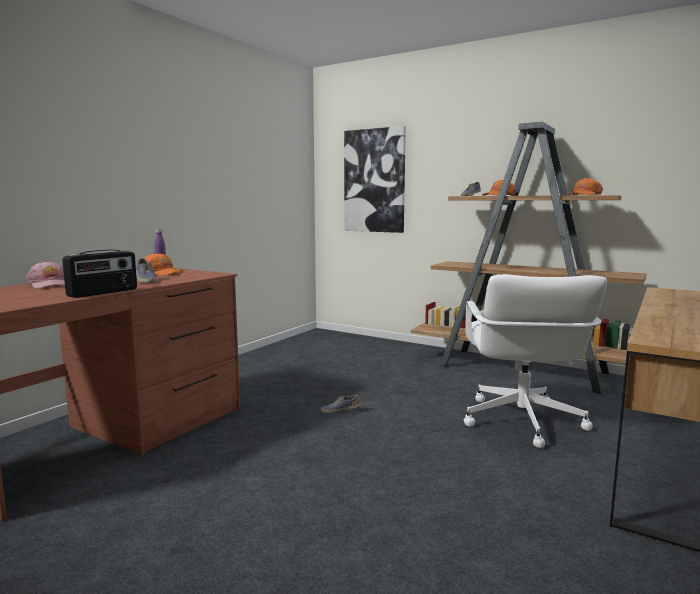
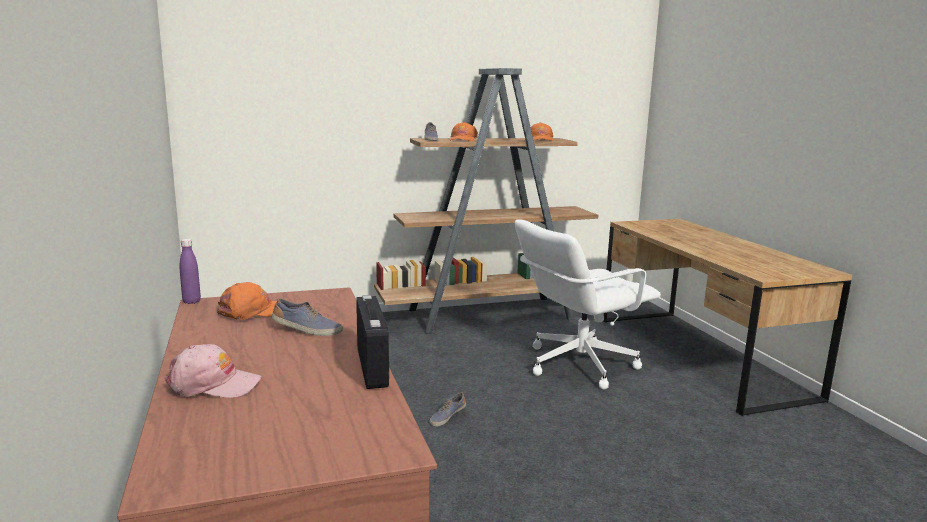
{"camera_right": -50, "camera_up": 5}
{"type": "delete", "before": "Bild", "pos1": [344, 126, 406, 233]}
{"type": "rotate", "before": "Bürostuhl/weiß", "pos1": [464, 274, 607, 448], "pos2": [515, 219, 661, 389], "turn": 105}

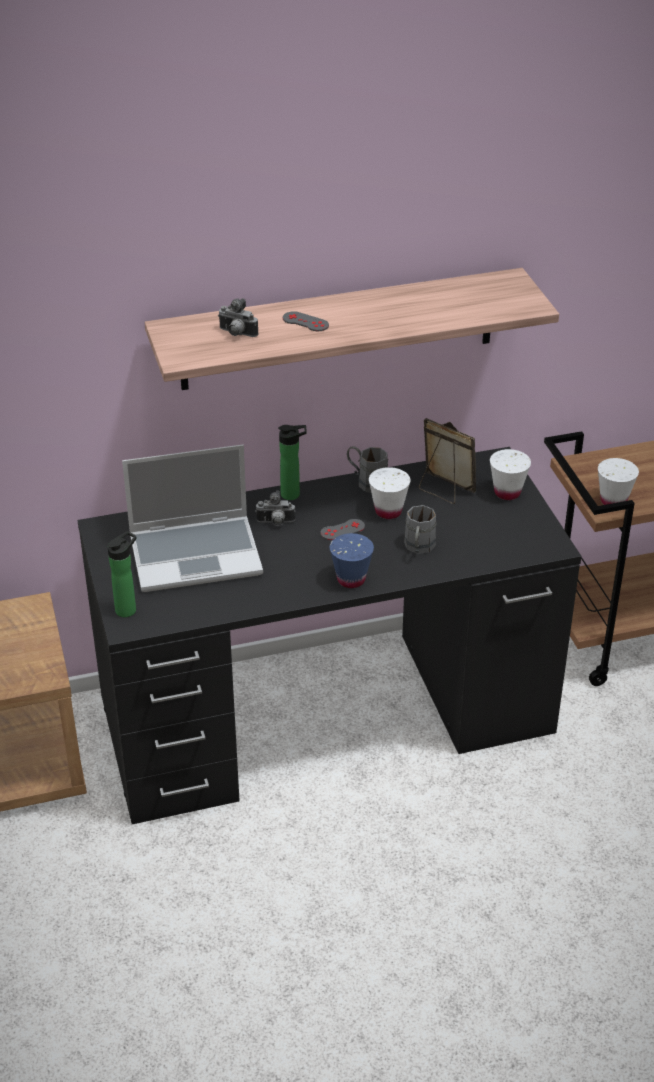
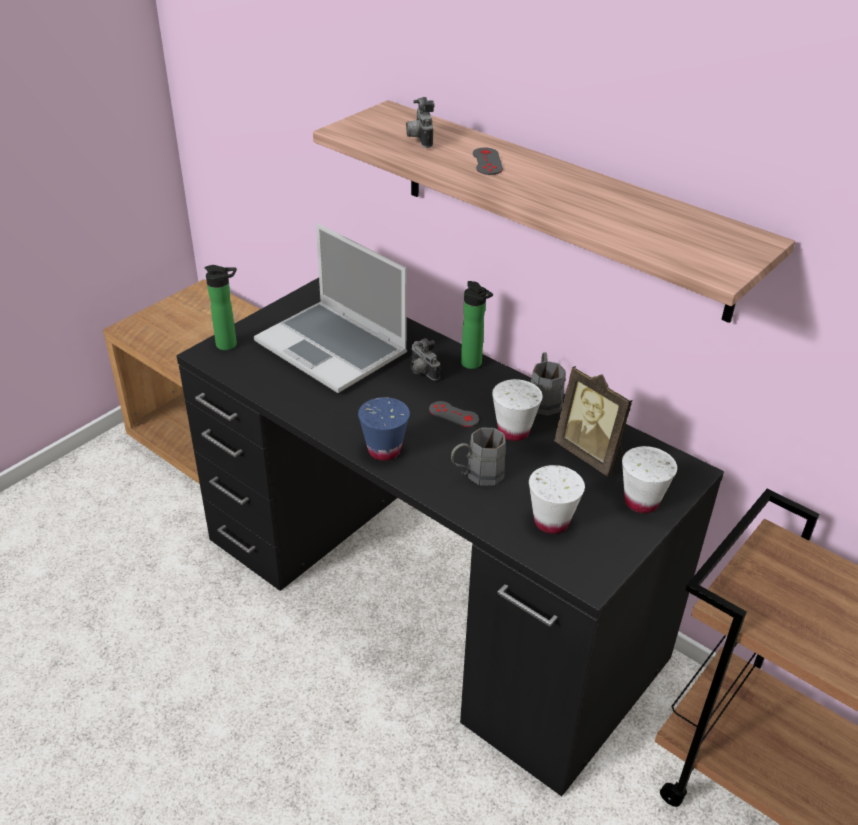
{"camera_right": 55, "camera_up": 0}
{"type": "move", "before": "Tasse/weiß", "pos1": [598, 458, 639, 505], "pos2": [529, 465, 585, 534]}
{"type": "rotate", "before": "Bilderrahmen", "pos1": [419, 418, 476, 504], "pos2": [554, 366, 632, 476], "turn": 135}

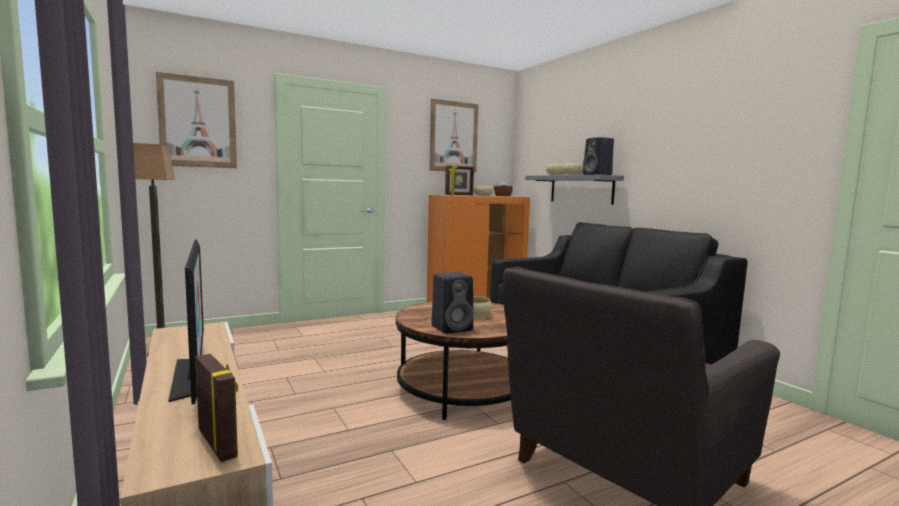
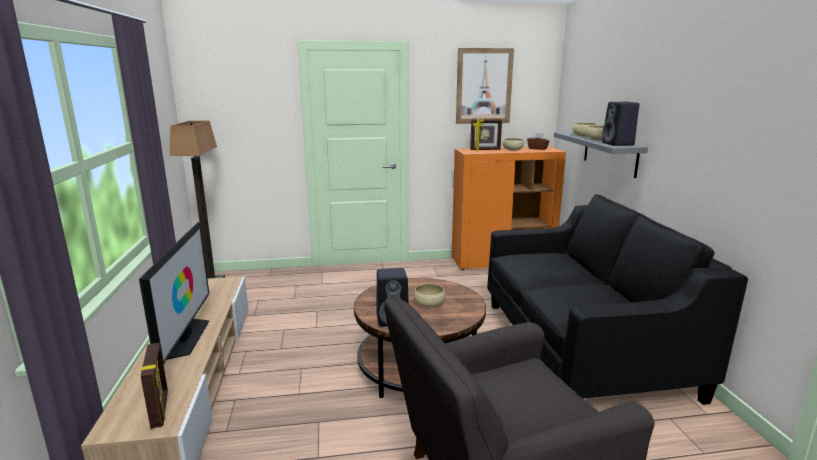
{"camera_right": 20, "camera_up": 10}
{"type": "delete", "before": "Bild", "pos1": [156, 72, 237, 168]}

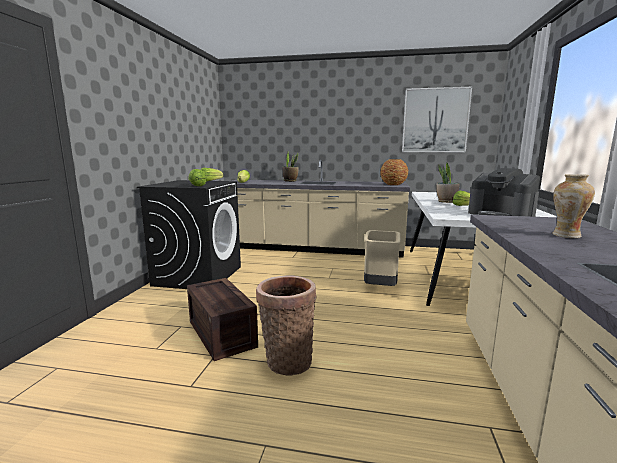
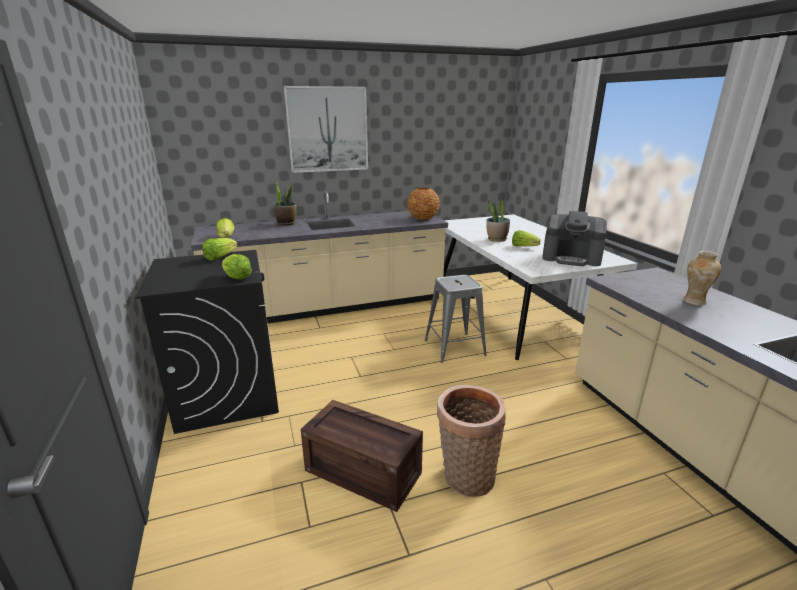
{"camera_right": -30, "camera_up": 10}
{"type": "move", "before": "Bild", "pos1": [402, 87, 472, 152], "pos2": [284, 86, 368, 173]}
{"type": "replace", "before": "Mülleimer/beige", "after": "Hocker/grau", "pos1": [364, 230, 401, 286], "pos2": [425, 275, 487, 363]}

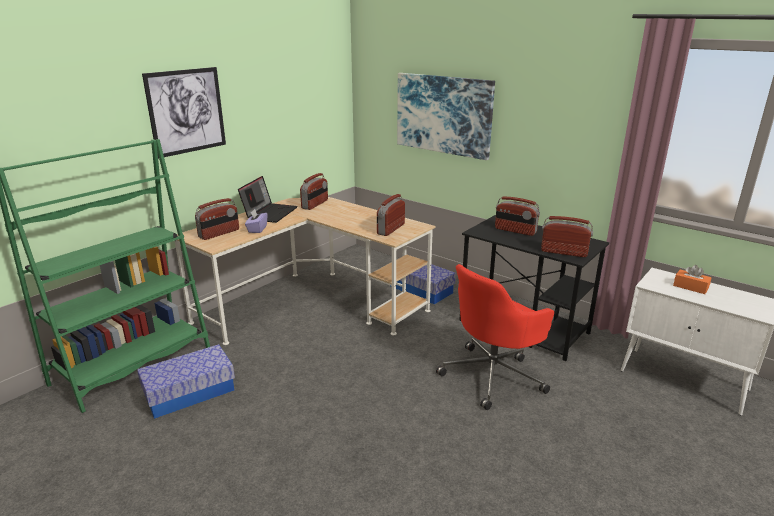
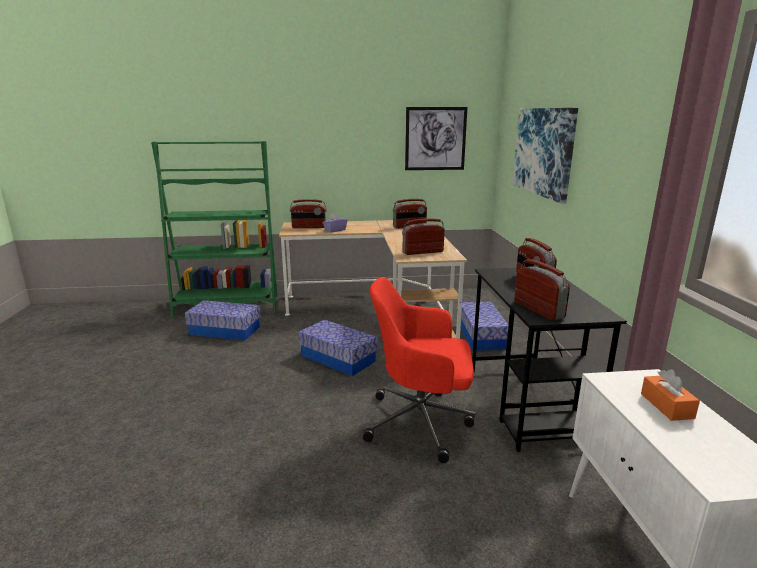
{"camera_right": 45, "camera_up": -5}
{"type": "delete", "before": "Laptop", "pos1": [238, 176, 298, 223]}
{"type": "insert", "after": "Aufbewahrungsbox", "pos2": [298, 320, 378, 376]}
{"type": "move", "before": "Bild", "pos1": [142, 67, 226, 159], "pos2": [405, 107, 467, 170]}

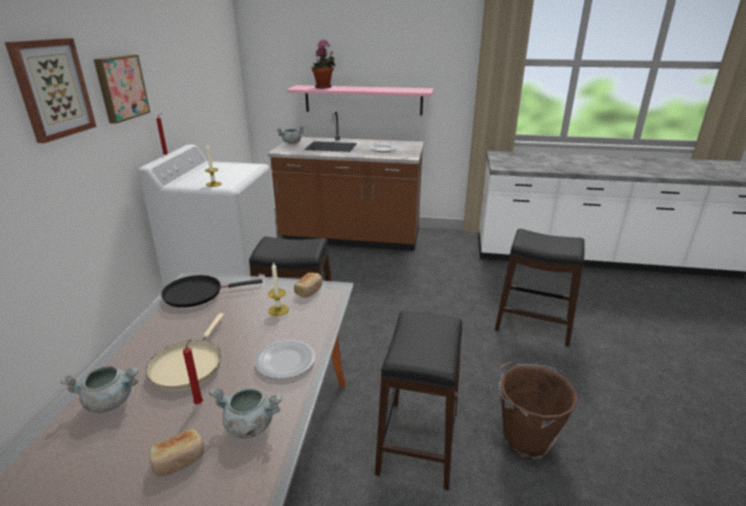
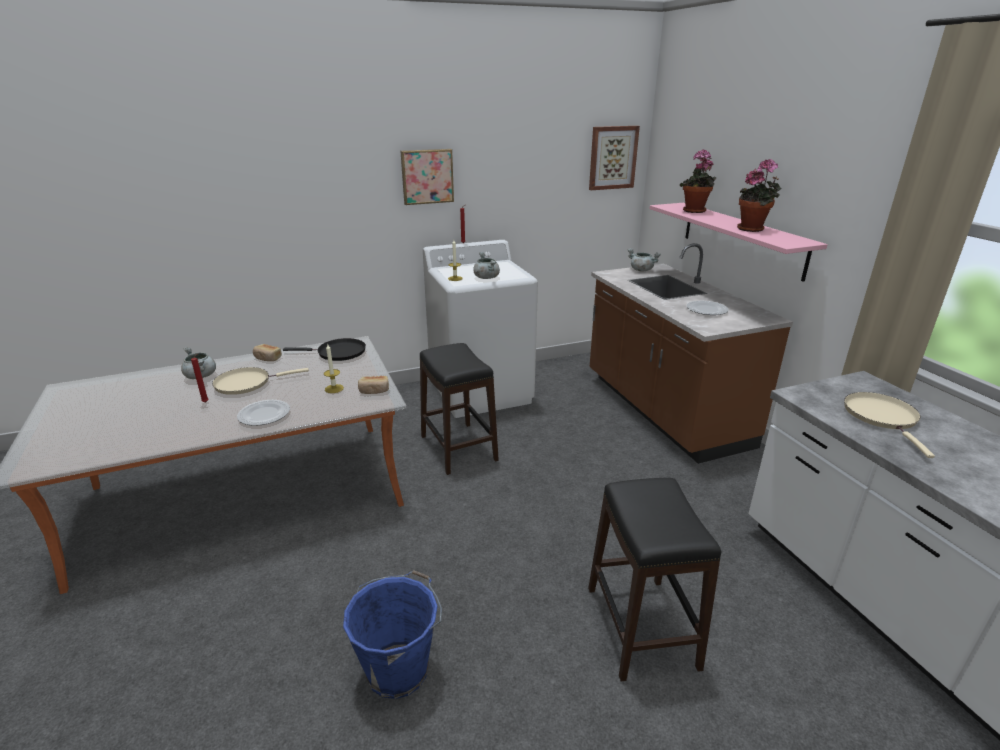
{"camera_right": 60, "camera_up": 0}
{"type": "delete", "before": "Hocker/schwarz", "pos1": [375, 311, 462, 490]}
{"type": "insert", "after": "Topfpflanze", "pos2": [737, 159, 782, 232]}
{"type": "insert", "after": "Pfanne/beige", "pos2": [844, 392, 935, 458]}
{"type": "move", "before": "Bild", "pos1": [5, 38, 97, 143], "pos2": [589, 126, 640, 190]}
{"type": "move", "before": "Brot", "pos1": [149, 429, 204, 476], "pos2": [253, 344, 282, 361]}
{"type": "move", "before": "Kochtopf/grau", "pos1": [209, 388, 282, 439], "pos2": [473, 252, 500, 279]}
{"type": "recolor", "before": "Eimer/braun", "after": "Eimer/blau", "pos1": [499, 362, 578, 460], "pos2": [343, 570, 442, 699]}
{"type": "rotate", "before": "Pfanne/schwarz", "pos1": [161, 275, 263, 308], "pos2": [283, 338, 366, 361], "turn": 135}

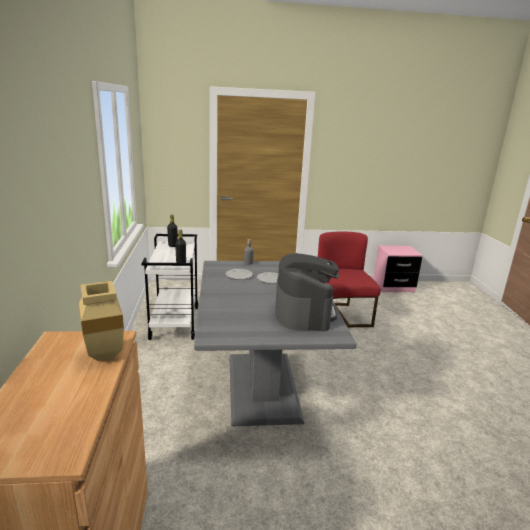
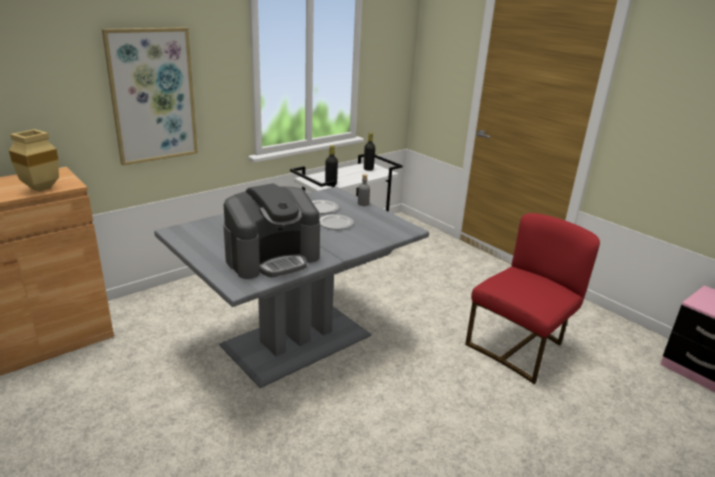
{"camera_right": 55, "camera_up": 5}
{"type": "insert", "after": "Bild", "pos2": [102, 27, 198, 166]}

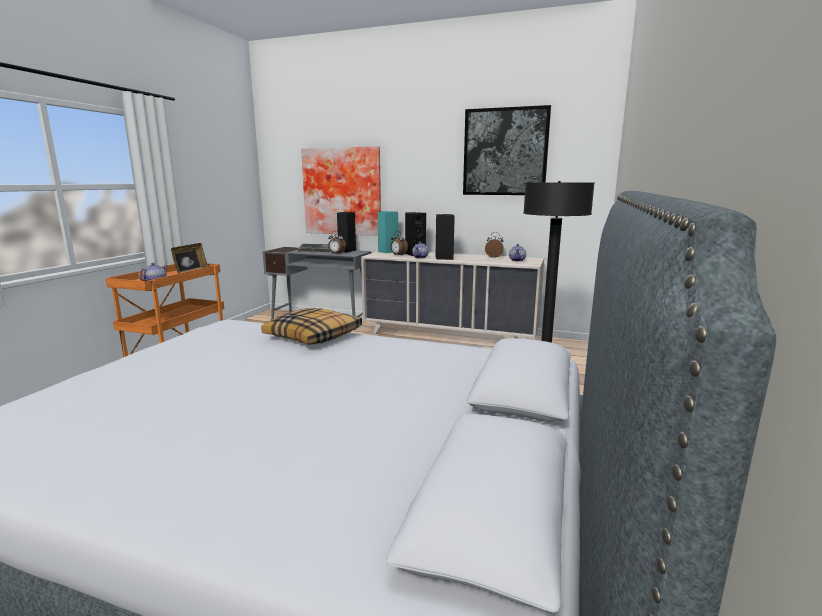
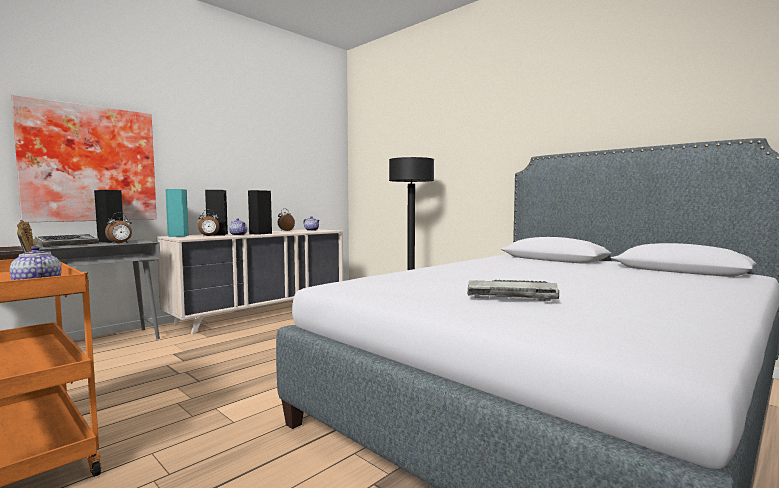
{"camera_right": -65, "camera_up": -10}
{"type": "delete", "before": "Kissen", "pos1": [261, 308, 362, 345]}
{"type": "delete", "before": "Bild", "pos1": [463, 105, 551, 195]}
{"type": "insert", "after": "Tastatur", "pos2": [468, 280, 559, 301]}

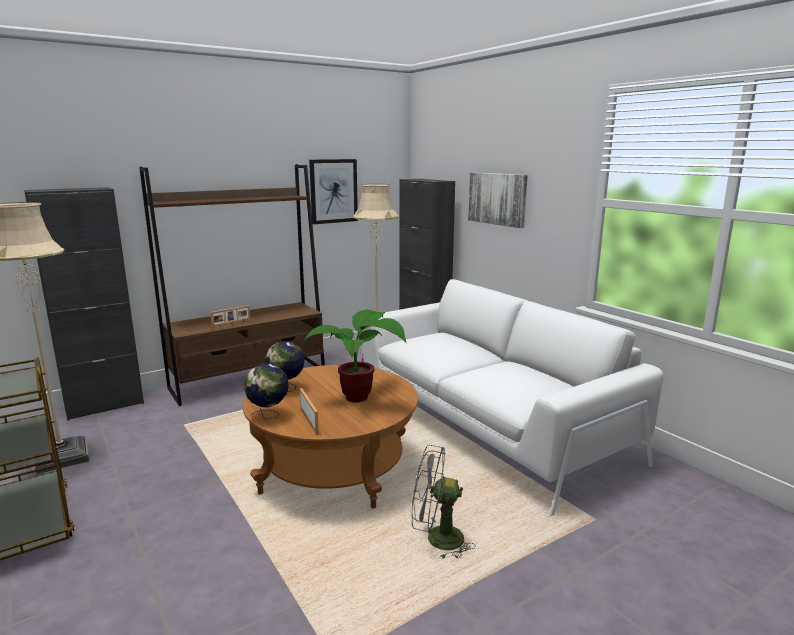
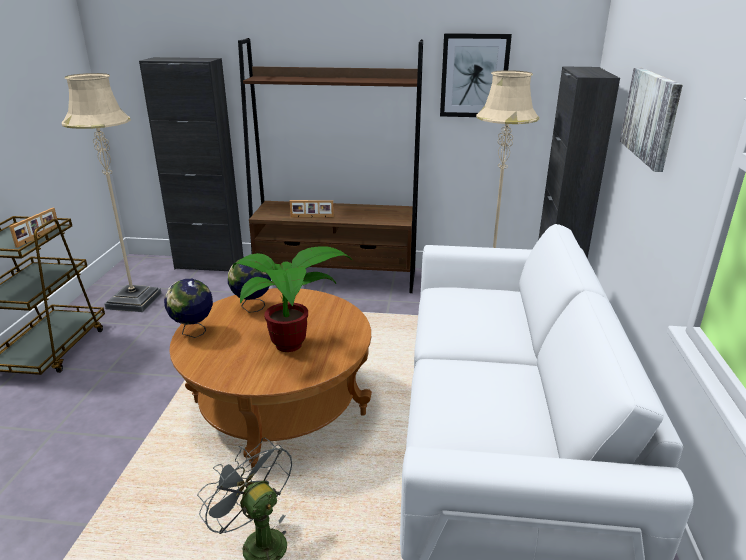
{"camera_right": 40, "camera_up": 10}
{"type": "move", "before": "Bilderrahmen", "pos1": [300, 388, 319, 435], "pos2": [9, 208, 58, 248]}

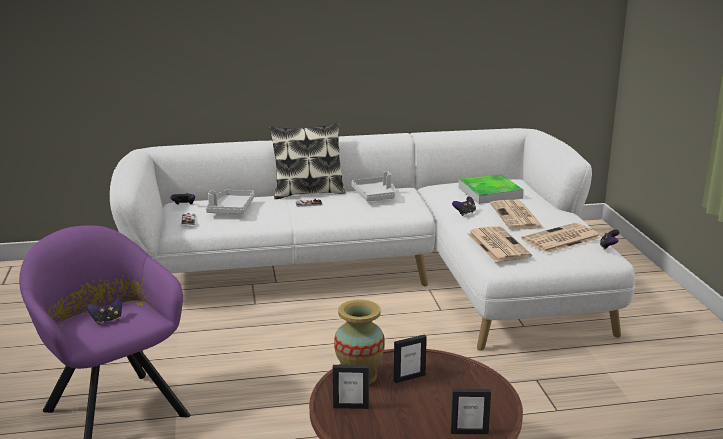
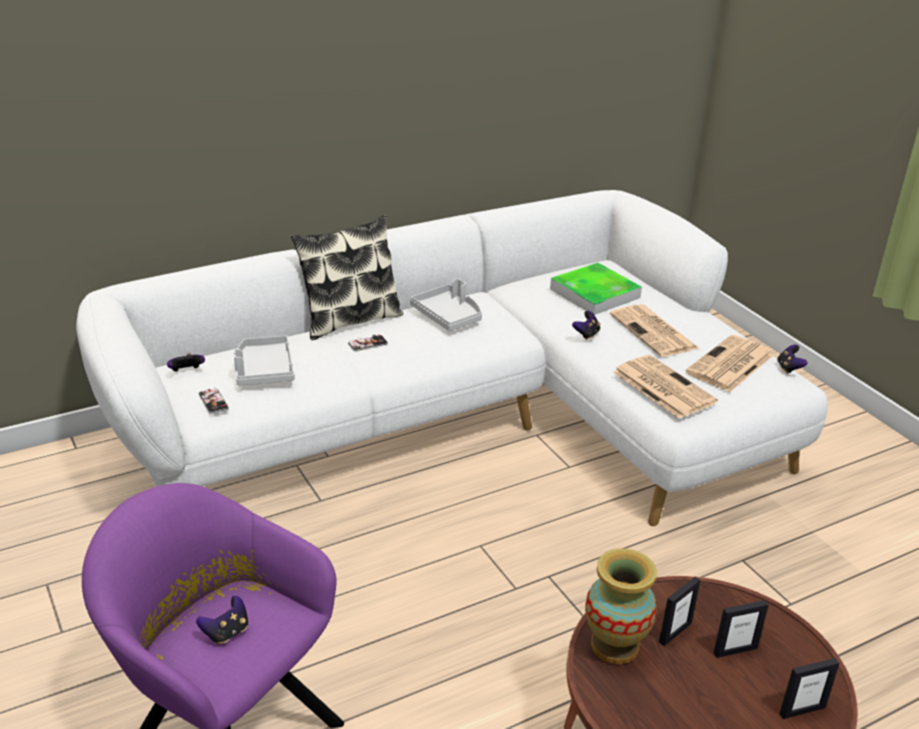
{"camera_right": -20, "camera_up": 10}
{"type": "move", "before": "Bilderrahmen", "pos1": [333, 365, 369, 409], "pos2": [713, 600, 769, 658]}

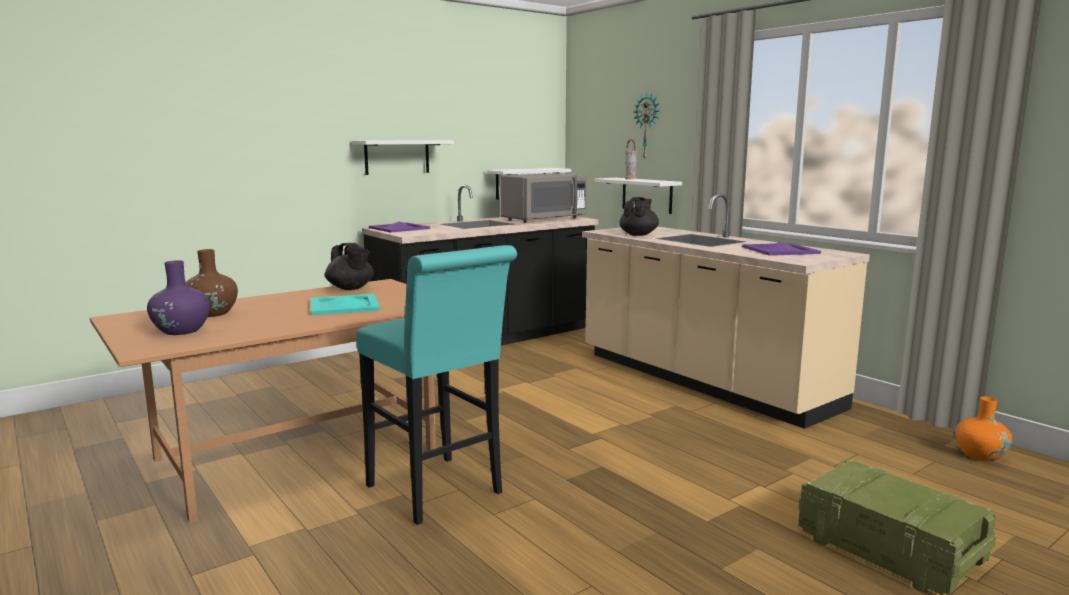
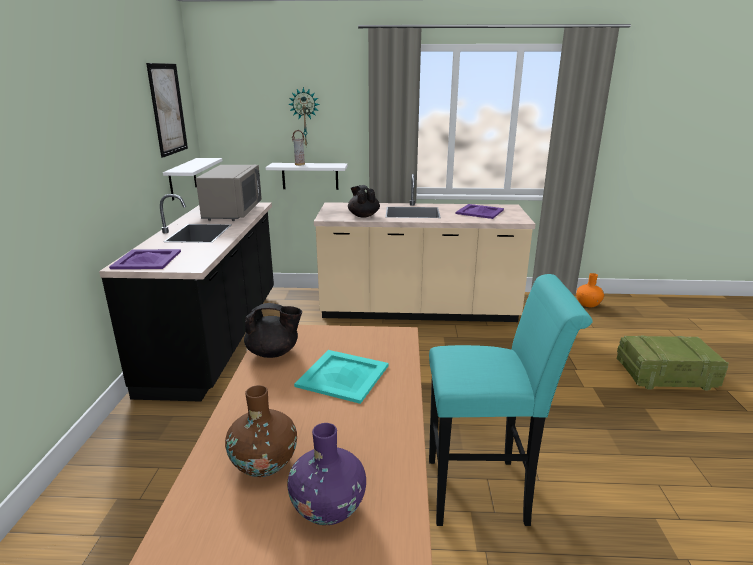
{"camera_right": -50, "camera_up": 10}
{"type": "delete", "before": "Wandregal/weiß", "pos1": [352, 140, 454, 175]}
{"type": "insert", "after": "Bild", "pos2": [146, 63, 188, 158]}

